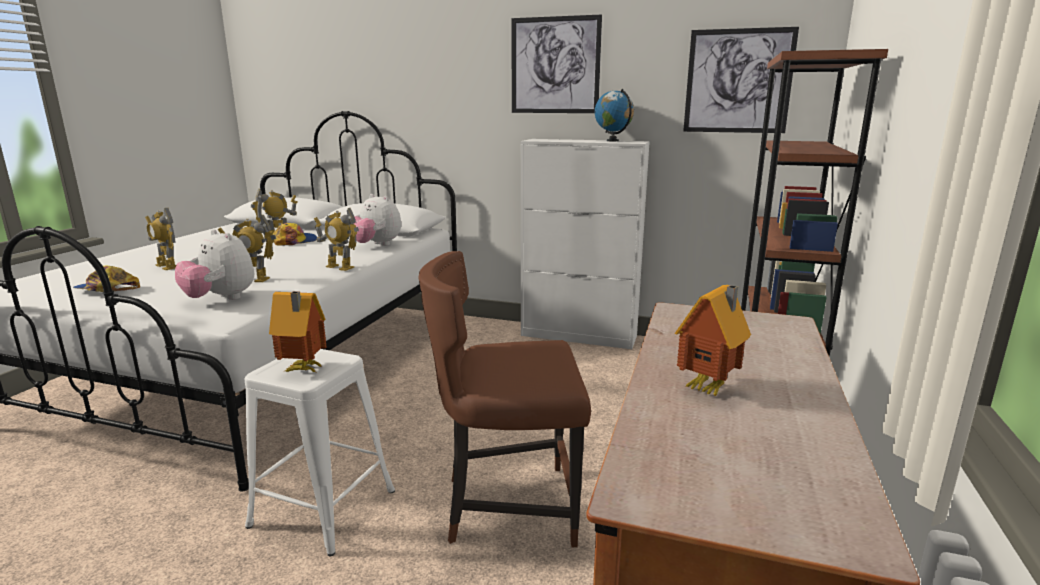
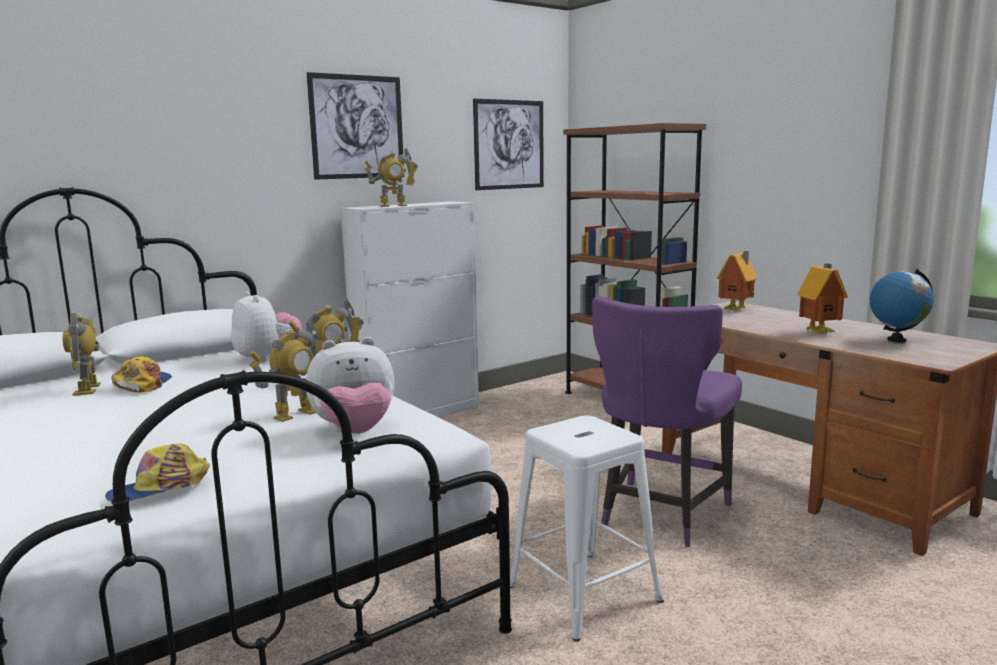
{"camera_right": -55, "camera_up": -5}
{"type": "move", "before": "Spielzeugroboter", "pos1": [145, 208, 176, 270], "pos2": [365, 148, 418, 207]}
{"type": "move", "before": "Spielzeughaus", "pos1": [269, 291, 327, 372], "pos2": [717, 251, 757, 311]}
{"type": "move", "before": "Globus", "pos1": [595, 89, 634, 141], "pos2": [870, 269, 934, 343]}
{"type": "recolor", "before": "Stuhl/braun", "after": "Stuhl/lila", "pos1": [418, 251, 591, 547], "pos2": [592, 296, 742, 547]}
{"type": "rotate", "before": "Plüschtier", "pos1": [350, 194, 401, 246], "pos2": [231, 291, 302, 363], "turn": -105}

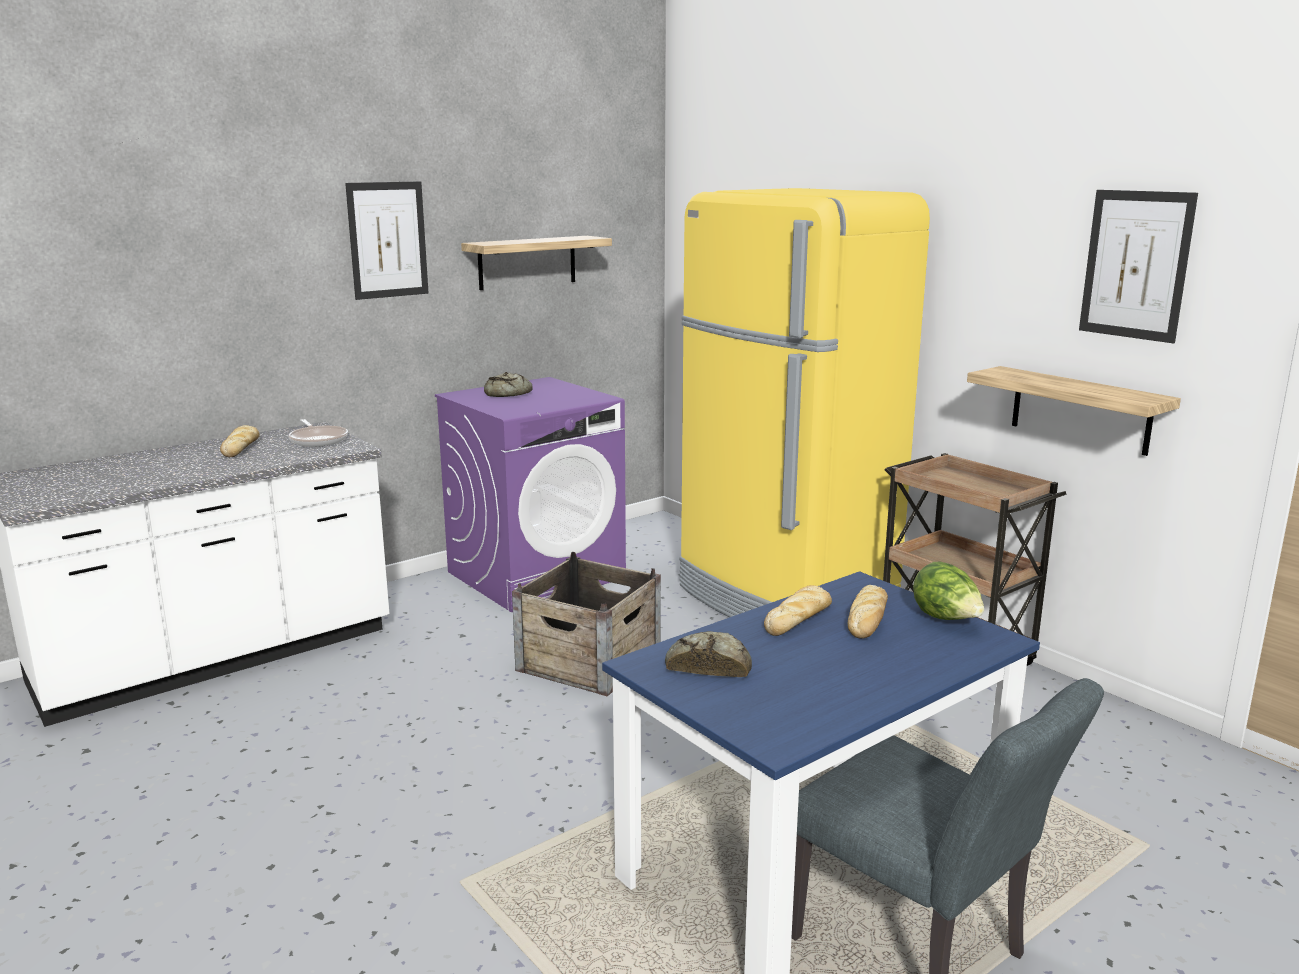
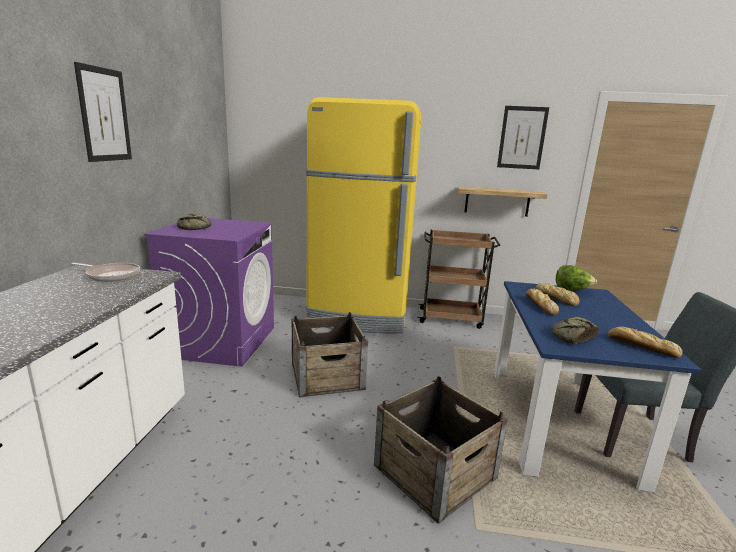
{"camera_right": -45, "camera_up": 0}
{"type": "delete", "before": "Wandregal", "pos1": [461, 236, 612, 290]}
{"type": "insert", "after": "Kiste", "pos2": [374, 376, 508, 524]}
{"type": "move", "before": "Brot", "pos1": [220, 425, 260, 457], "pos2": [608, 327, 683, 358]}

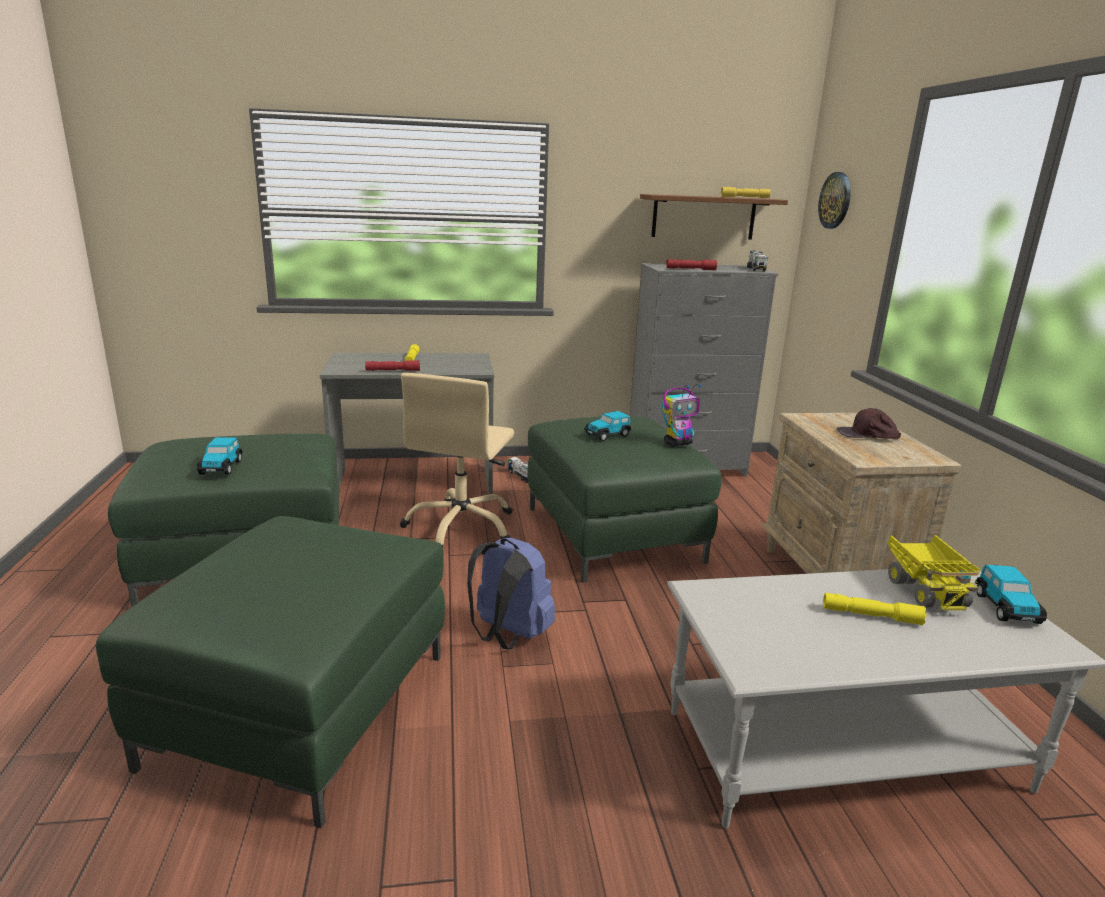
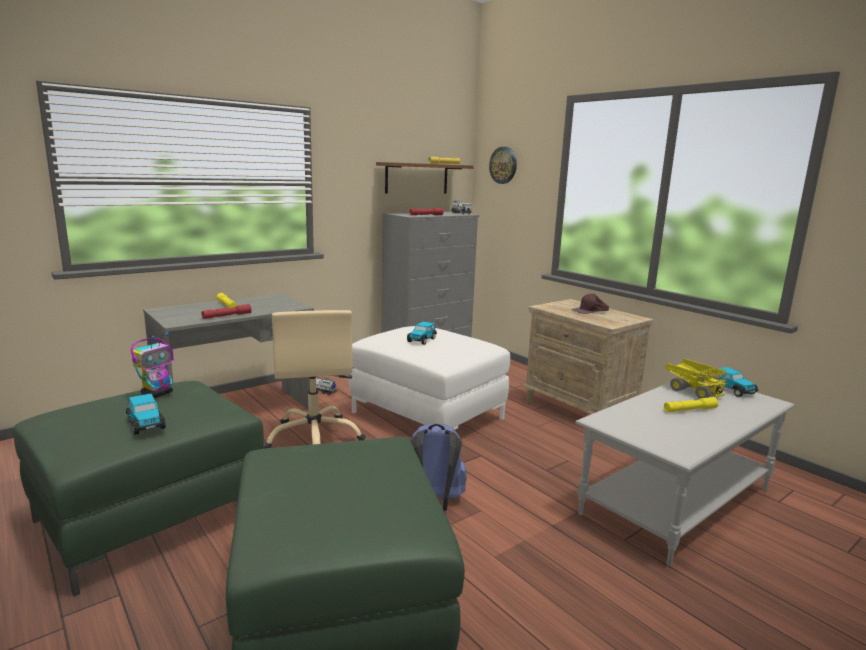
{"camera_right": -30, "camera_up": -5}
{"type": "move", "before": "Spielzeugroboter", "pos1": [661, 384, 702, 447], "pos2": [131, 333, 173, 398]}
{"type": "recolor", "before": "Polsterhocker/grün", "after": "Polsterhocker/weiß", "pos1": [528, 416, 721, 583], "pos2": [349, 326, 510, 430]}

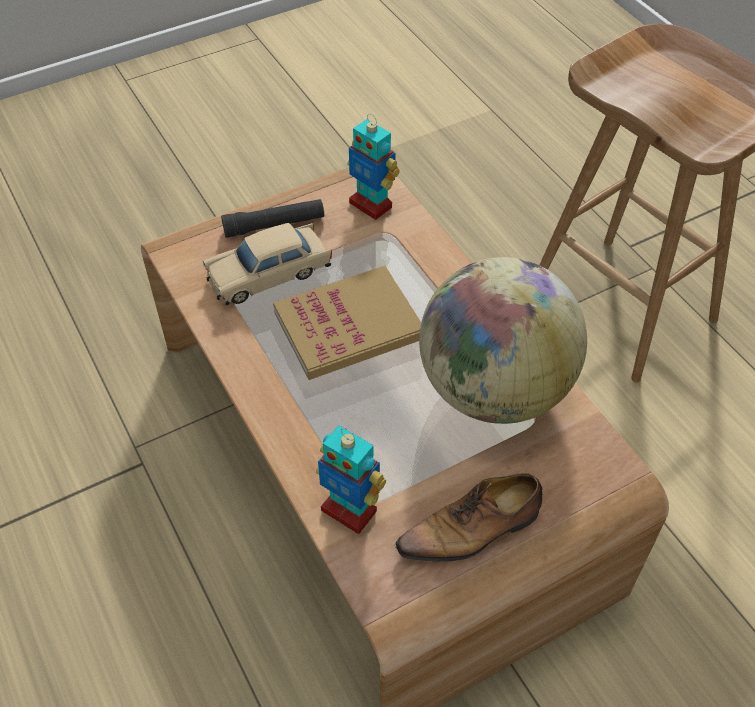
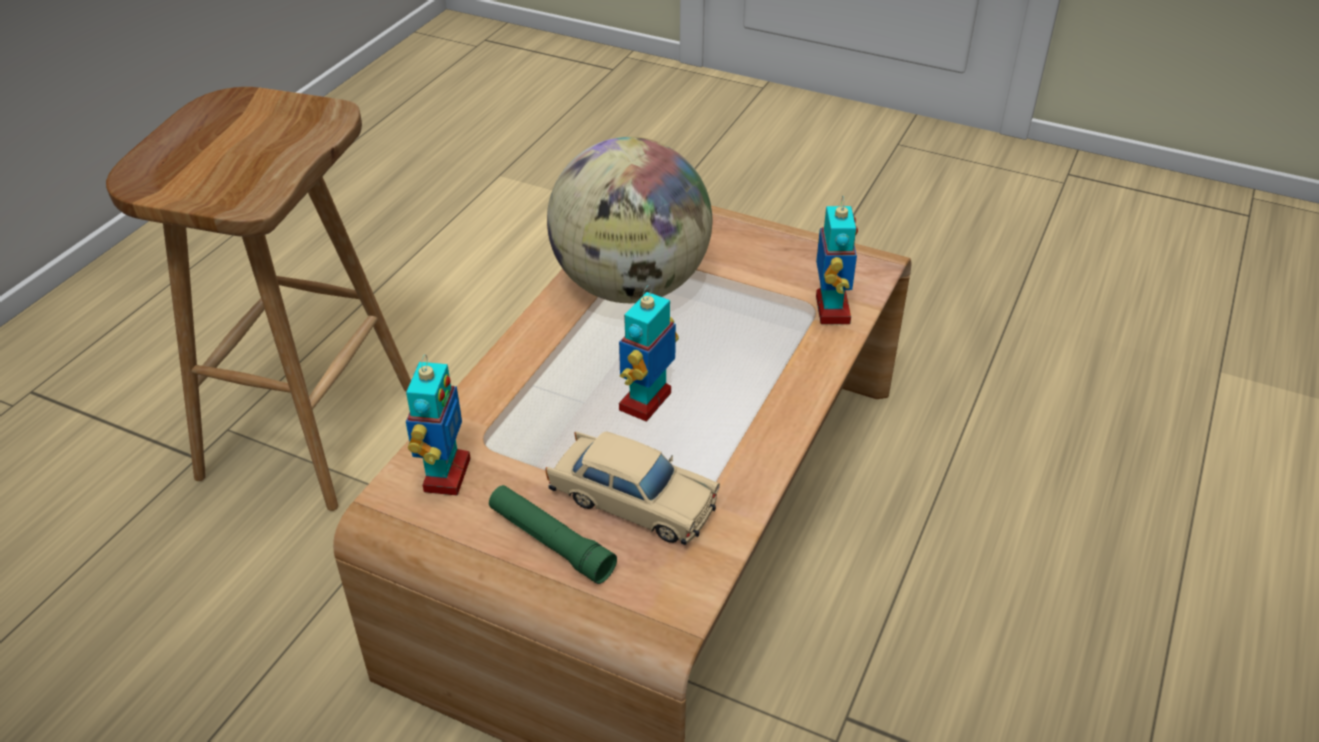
{"camera_right": -125, "camera_up": -10}
{"type": "delete", "before": "Schuh", "pos1": [395, 473, 543, 563]}
{"type": "replace", "before": "Buch", "after": "Spielzeugroboter", "pos1": [273, 266, 421, 380], "pos2": [619, 285, 679, 422]}
{"type": "recolor", "before": "Taschenlampe/schwarz", "after": "Taschenlampe/grün", "pos1": [221, 199, 324, 238], "pos2": [489, 485, 617, 584]}

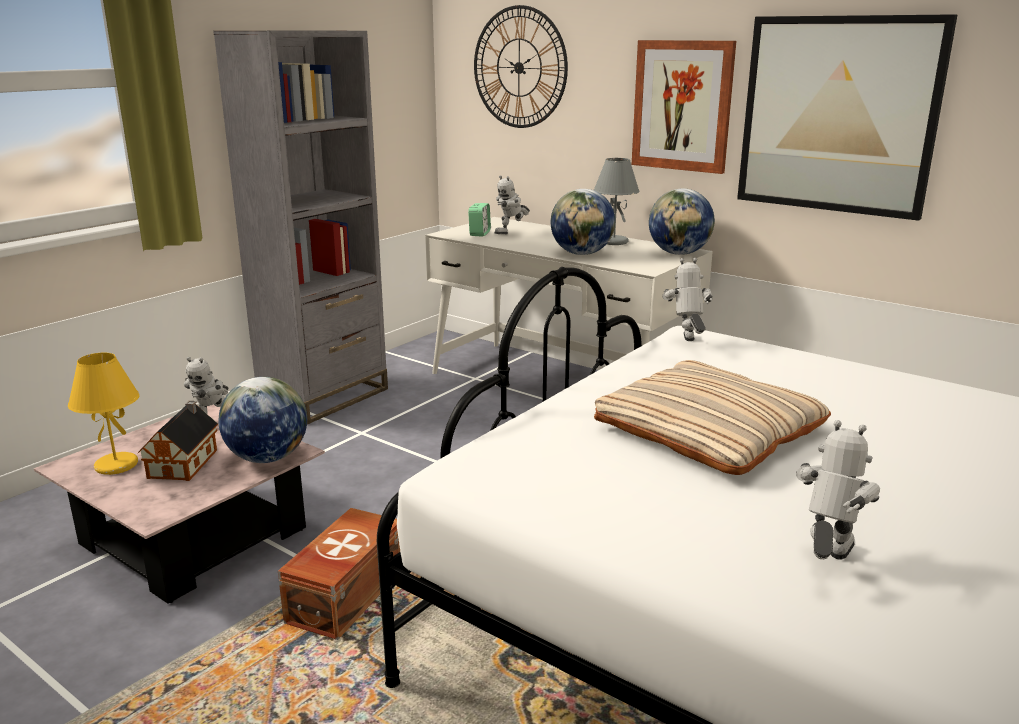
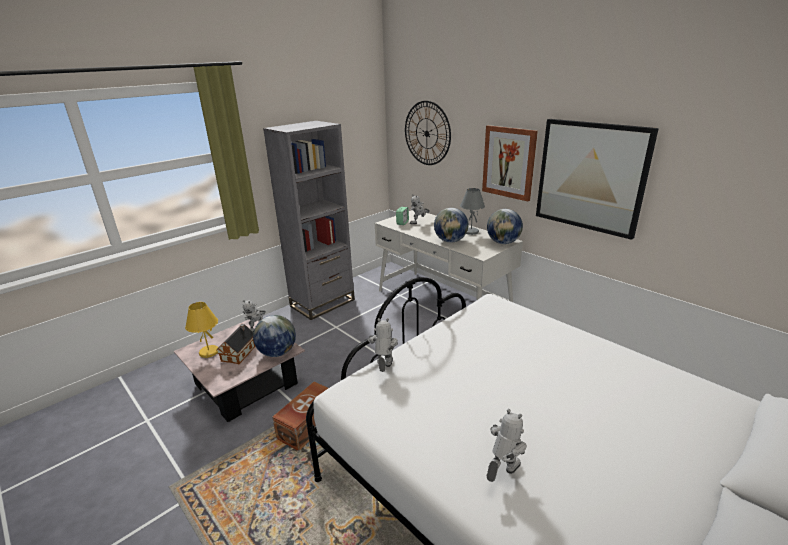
{"camera_right": 10, "camera_up": 5}
{"type": "delete", "before": "Kissen/beige", "pos1": [594, 360, 831, 475]}
{"type": "move", "before": "Spielzeugroboter", "pos1": [662, 258, 713, 341], "pos2": [368, 318, 398, 372]}

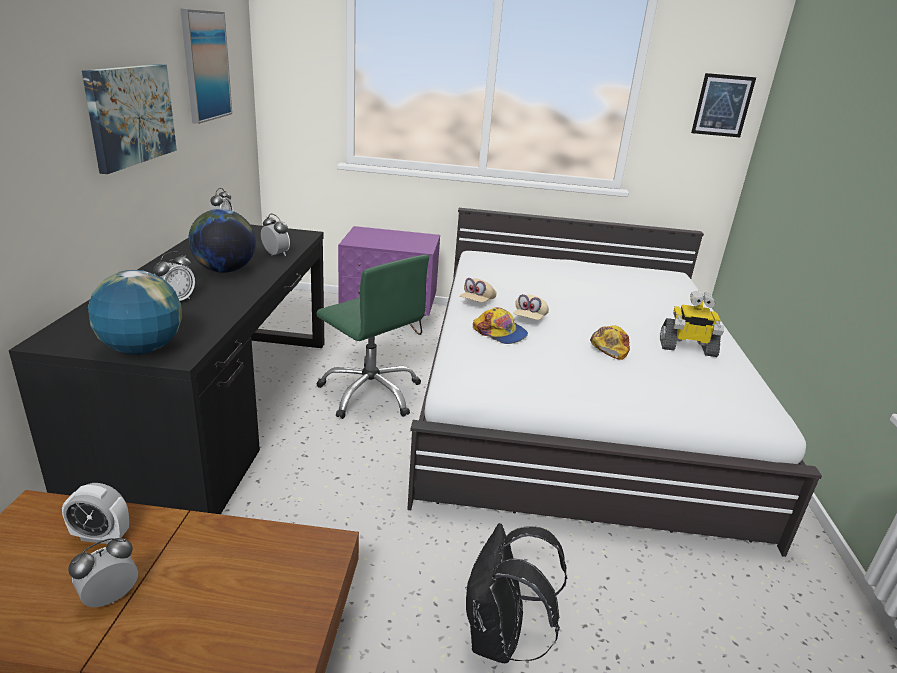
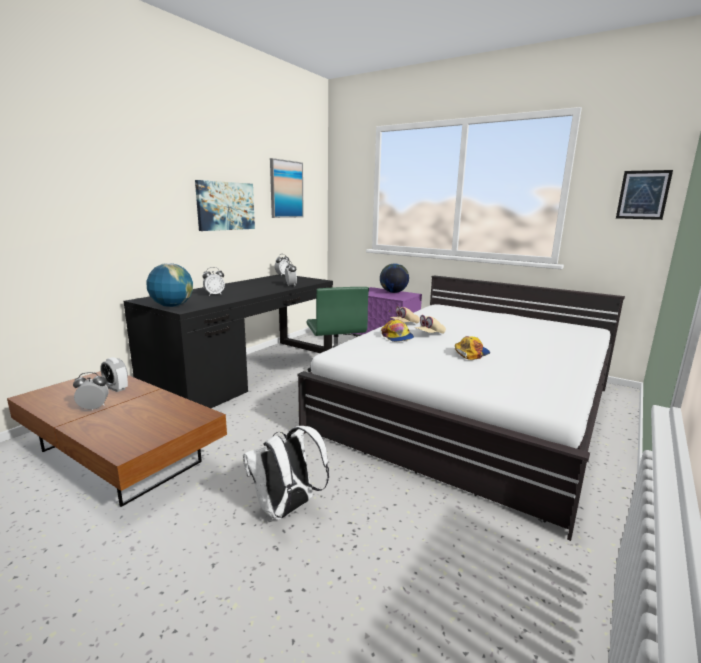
{"camera_right": 30, "camera_up": -10}
{"type": "delete", "before": "Spielzeugroboter", "pos1": [660, 291, 724, 357]}
{"type": "move", "before": "Globus", "pos1": [188, 209, 256, 273], "pos2": [380, 263, 409, 293]}
{"type": "recolor", "before": "Rucksack/schwarz", "after": "Rucksack/weiß", "pos1": [465, 523, 567, 663], "pos2": [243, 426, 329, 520]}

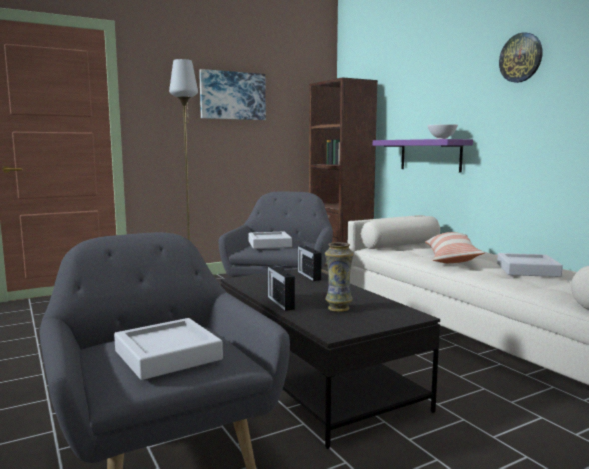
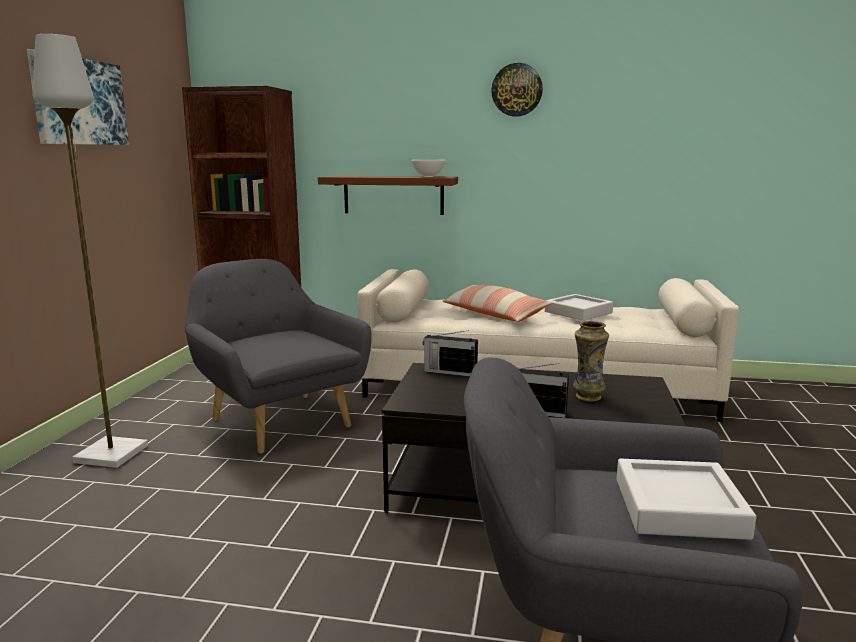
{"camera_right": -50, "camera_up": 5}
{"type": "delete", "before": "Tablett/grau", "pos1": [248, 231, 292, 249]}
{"type": "recolor", "before": "Wandregal/lila", "after": "Wandregal/braun", "pos1": [373, 139, 473, 173], "pos2": [318, 176, 458, 215]}

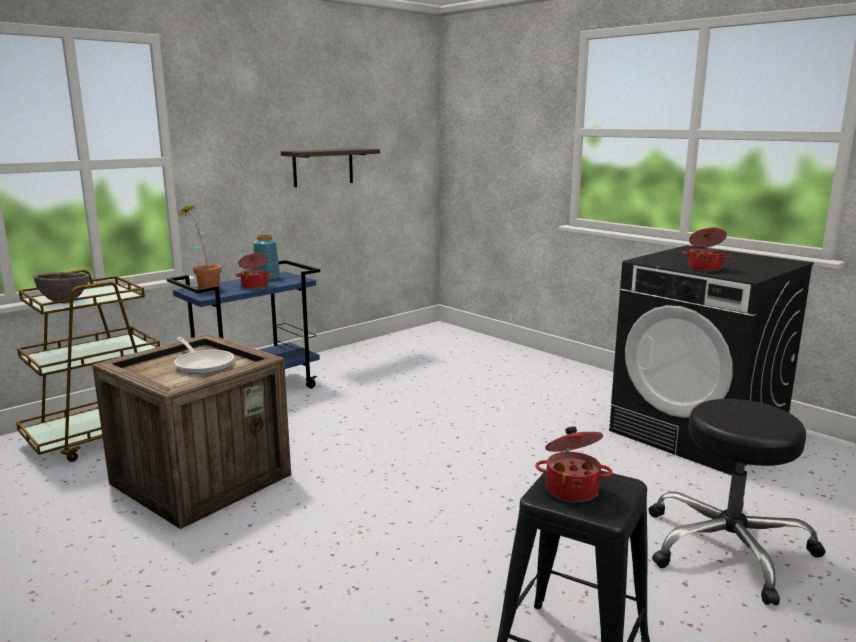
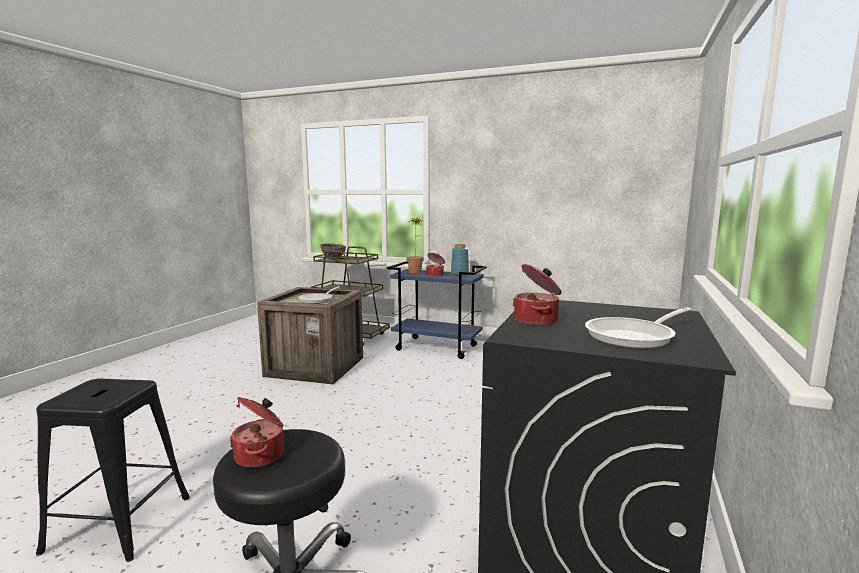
{"camera_right": 65, "camera_up": -5}
{"type": "delete", "before": "Wandregal", "pos1": [281, 148, 380, 187]}
{"type": "insert", "after": "Pfanne", "pos2": [585, 307, 692, 349]}
{"type": "move", "before": "Kochtopf", "pos1": [535, 427, 612, 502], "pos2": [229, 397, 284, 467]}

